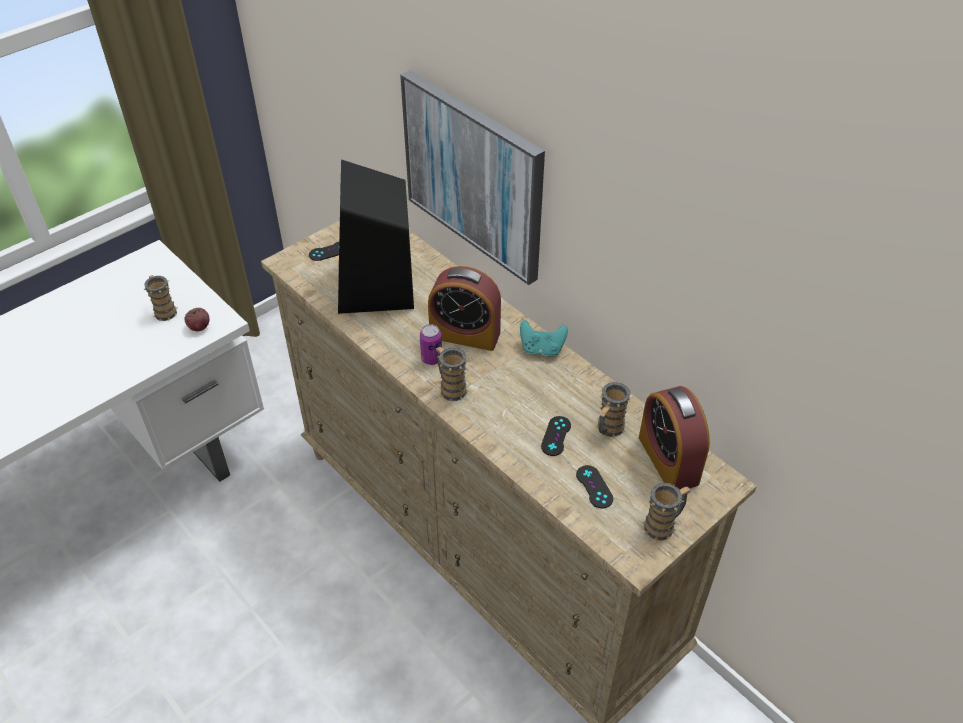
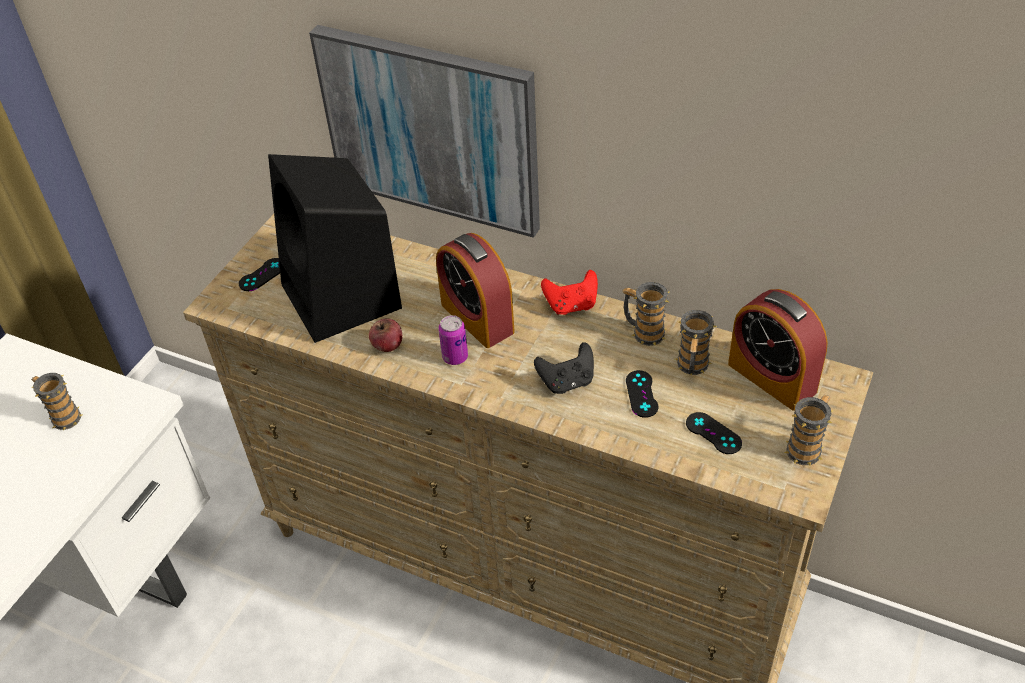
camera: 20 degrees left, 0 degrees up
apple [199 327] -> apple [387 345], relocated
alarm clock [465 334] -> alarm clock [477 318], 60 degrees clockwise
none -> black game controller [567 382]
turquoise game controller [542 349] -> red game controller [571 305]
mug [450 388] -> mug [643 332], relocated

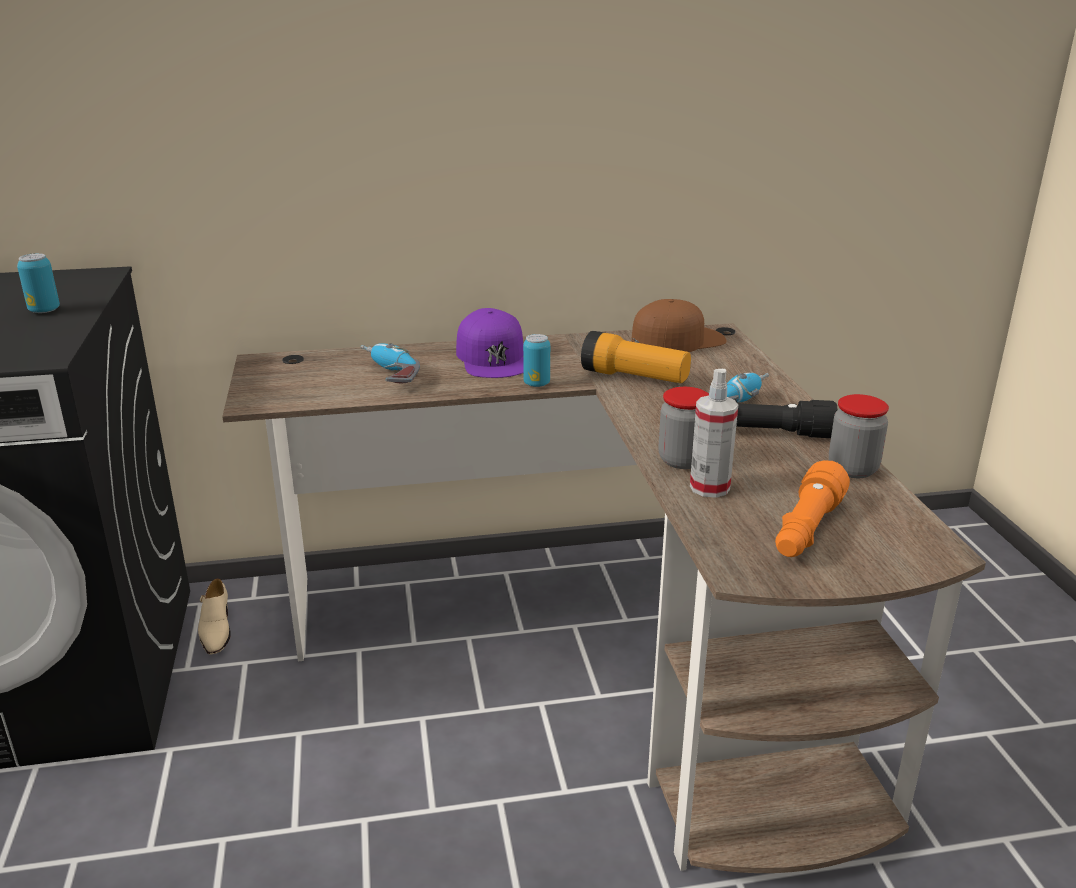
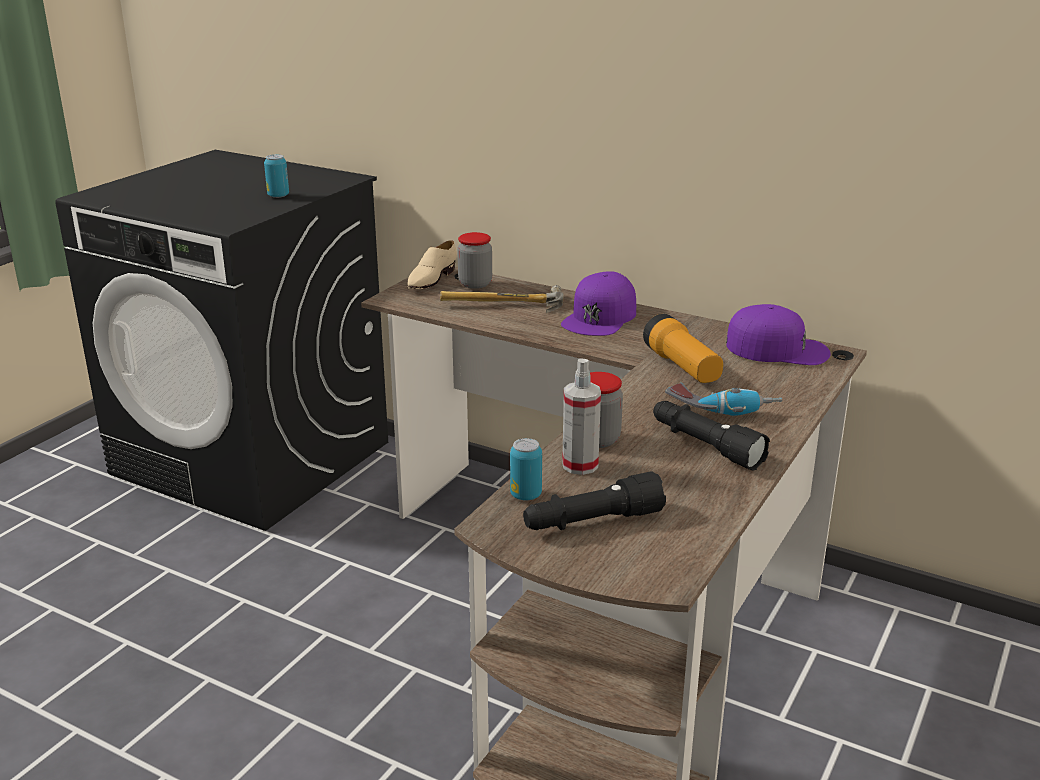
camera: 40 degrees right, 0 degrees up
beige shoe [216 630] -> beige shoe [431 279], relocated
power drill [387 375] -> hammer [503 307]
jar [852 469] -> jar [475 284], relocated
can [536 384] -> can [526 495], relocated
orange flashlight [806 530] -> black flashlight [592 522]
brown cap [677 340] -> purple cap [777 349]

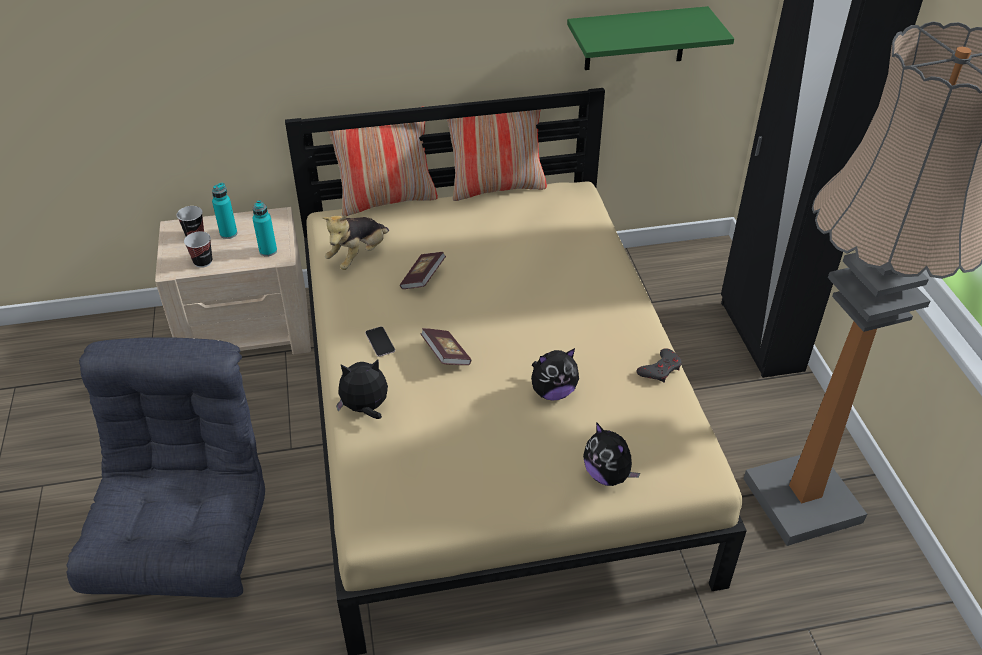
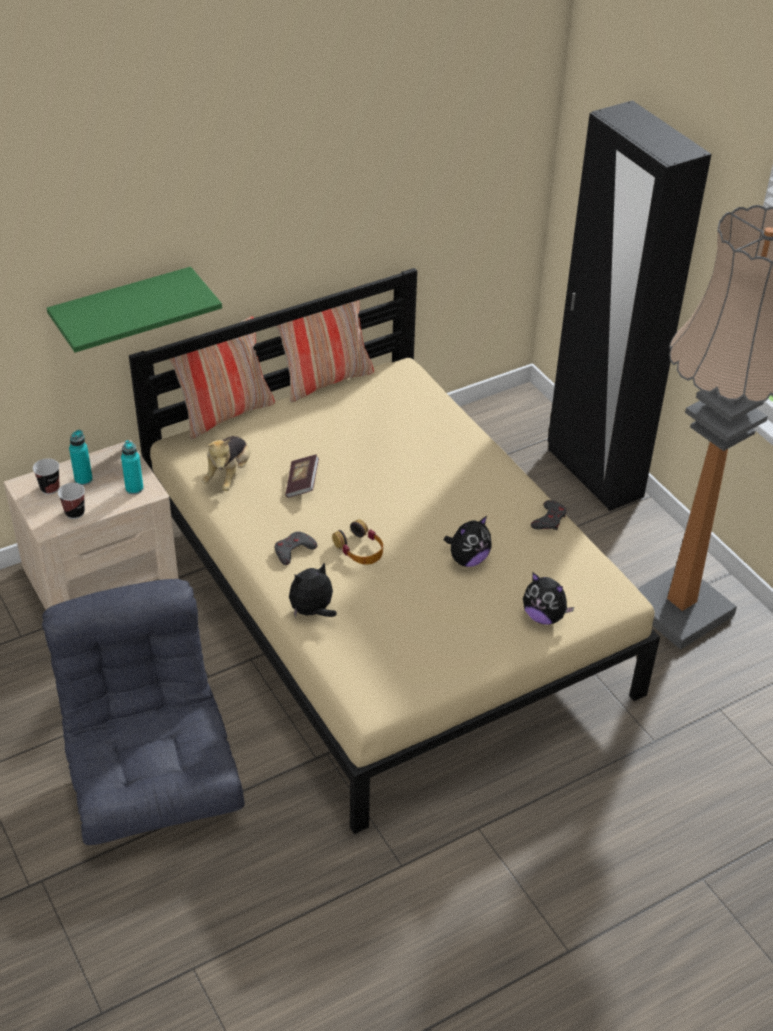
camera: 20 degrees left, 0 degrees up
green shelf [635 39] -> green shelf [123 311], relocated
phone [380 342] -> grey game controller [293 550]
book [446 355] -> headphones [360 549]

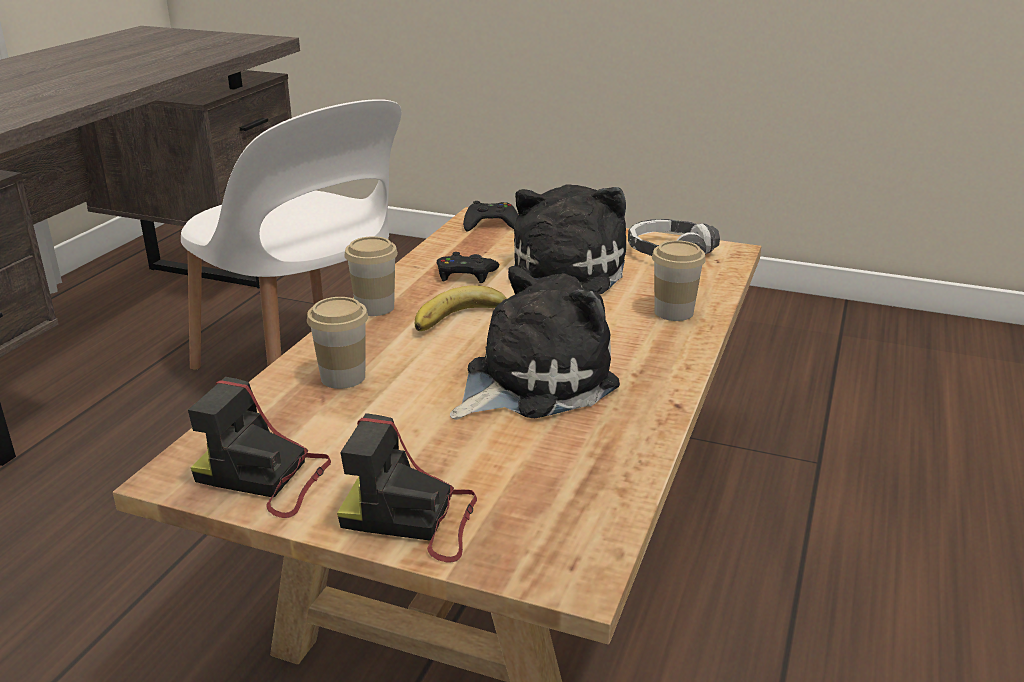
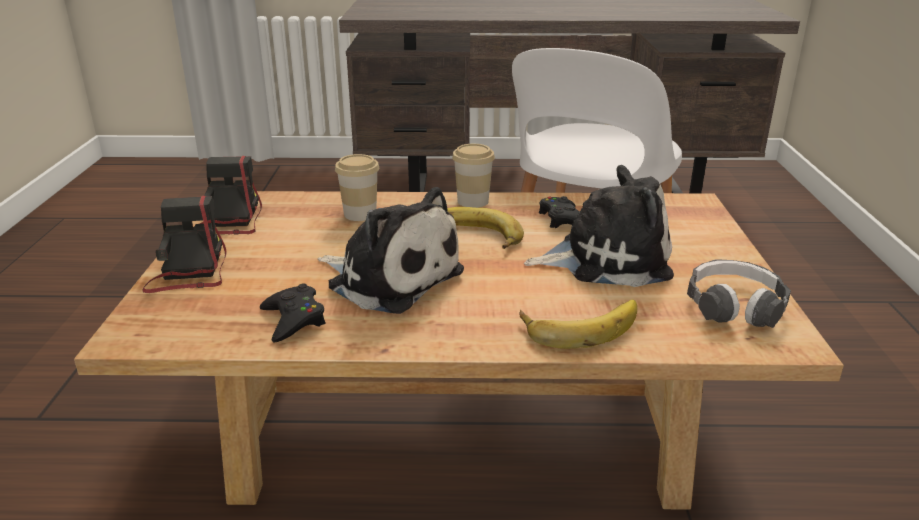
camera: 70 degrees right, 0 degrees up
black game controller [491 224] -> black game controller [293 320], relocated
cup [673 312] -> banana [579 325]

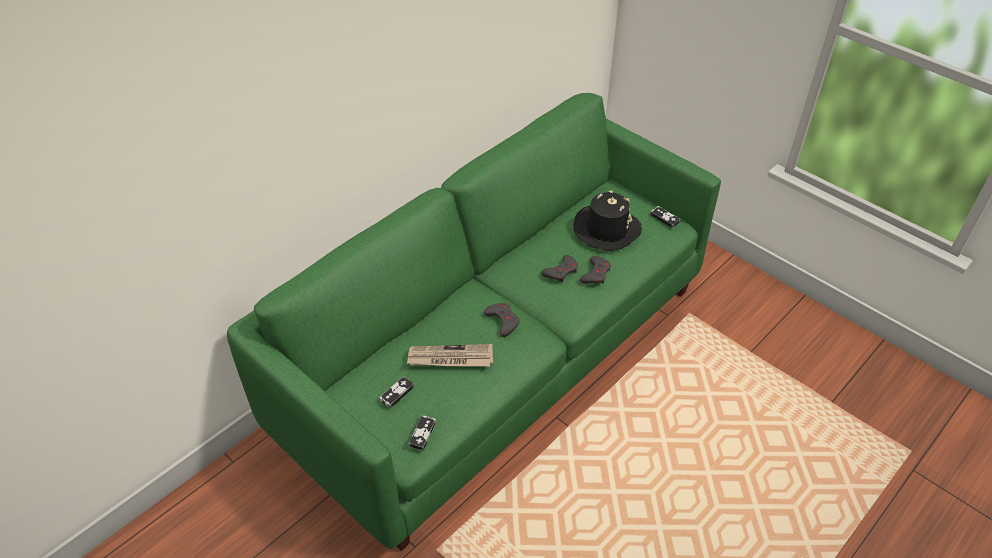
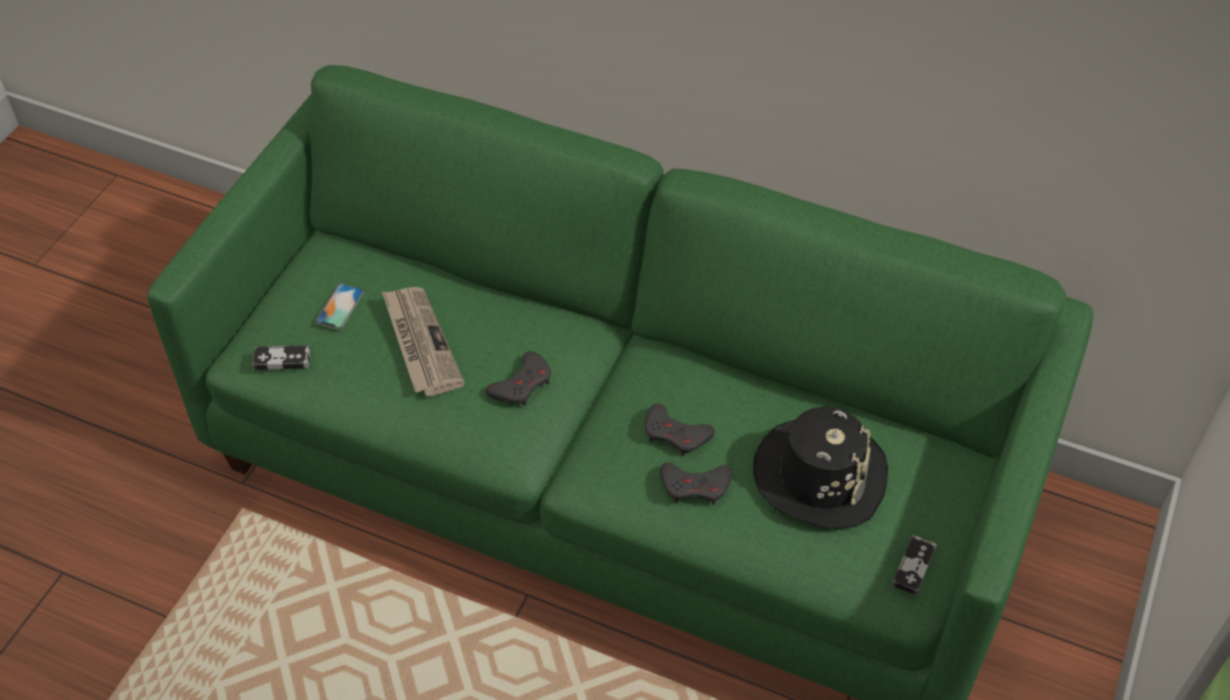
camera: 70 degrees right, 5 degrees up
game controller [397 393] -> phone [340 306]

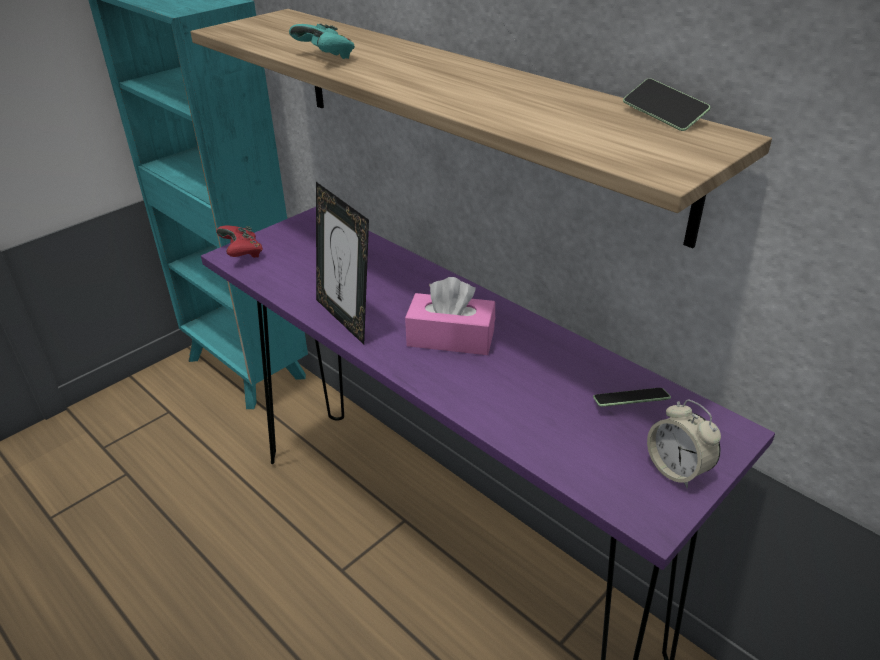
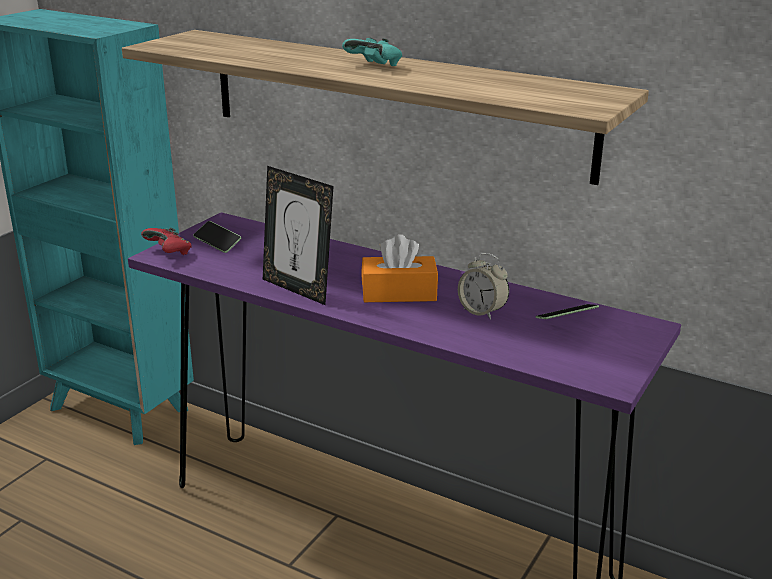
camera: 15 degrees left, 10 degrees down
phone [663 116] -> phone [217 243], relocated
turquoise game controller [326 57] -> turquoise game controller [375 66], relocated
pink tissue box [451 338] -> orange tissue box [399 293]
alarm clock [677 469] -> alarm clock [482 312], relocated

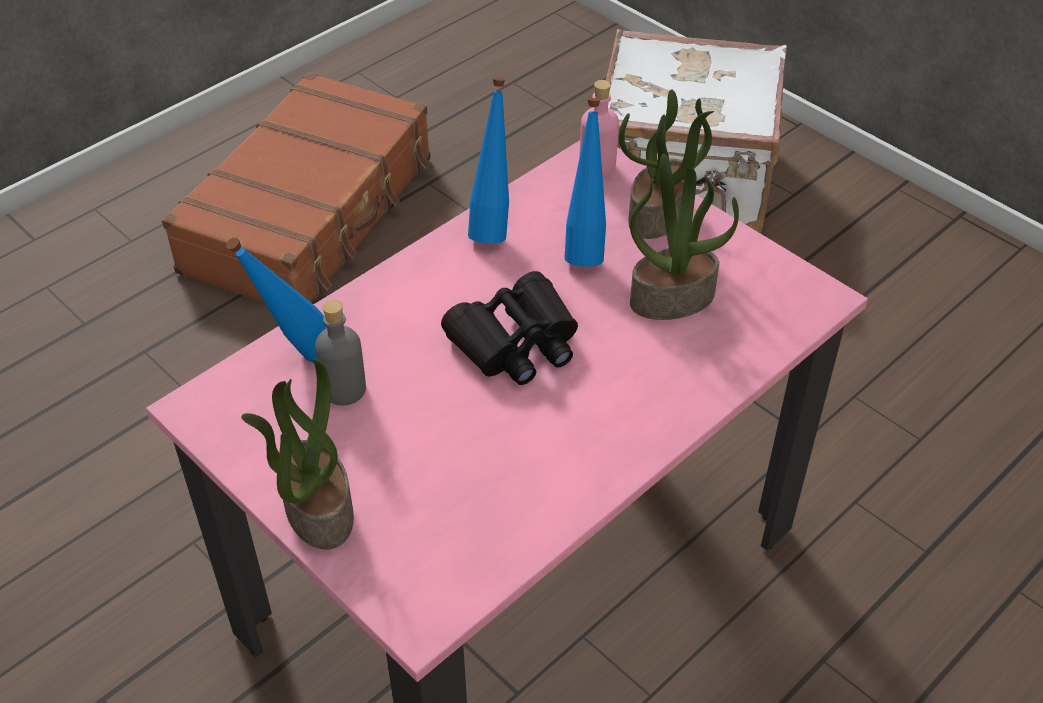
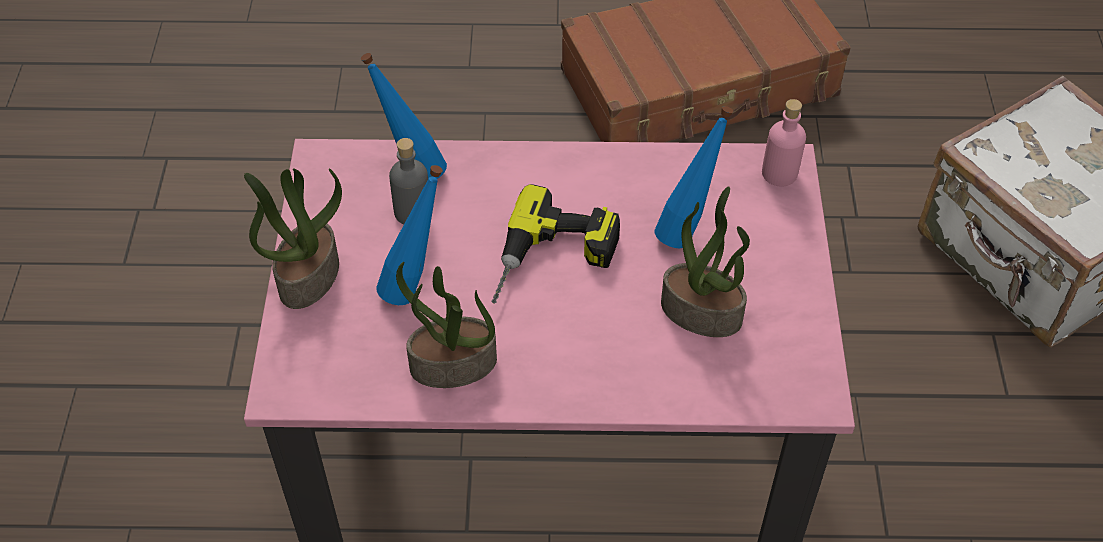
camera: 45 degrees right, 5 degrees up
blue bottle [492 227] -> blue bottle [416 286], relocated
potted plant [659 215] -> potted plant [452 366], relocated
black binoculars [516 343] -> power drill [553 262]

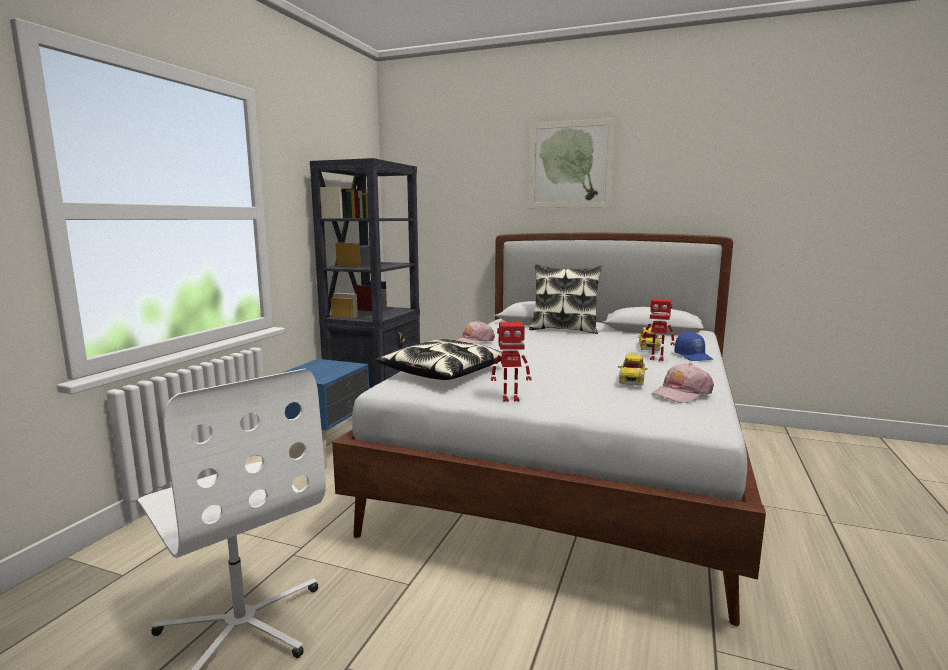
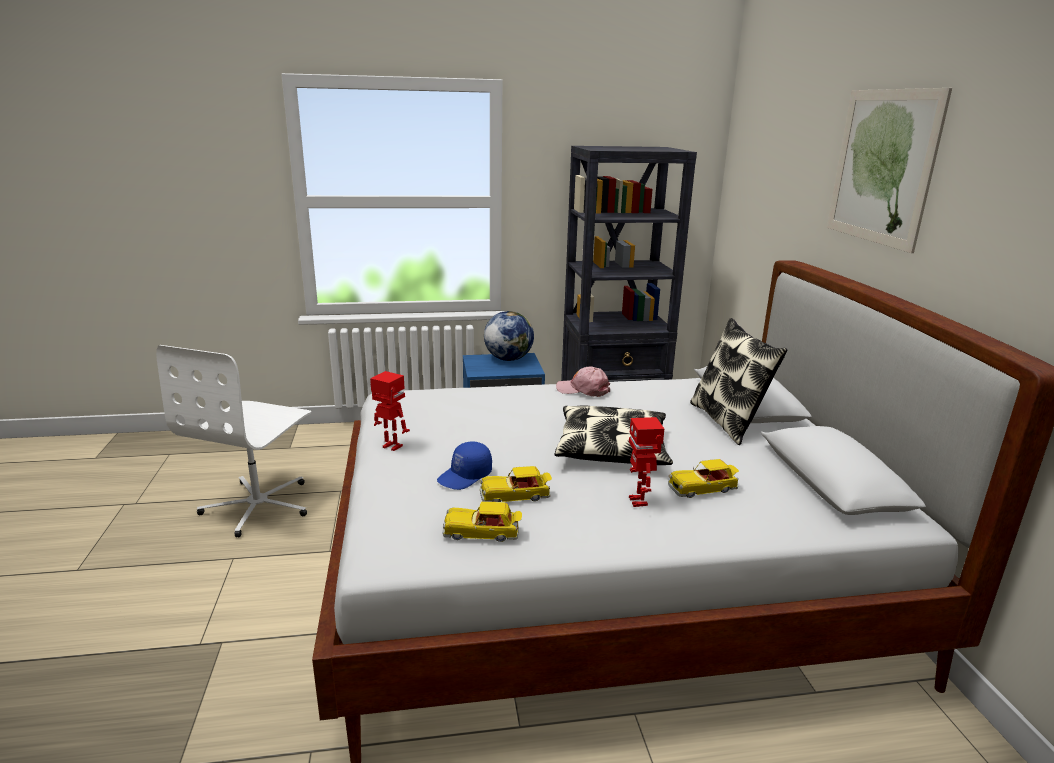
camera: 60 degrees right, 10 degrees up
toy robot [510 399] -> toy robot [391 447], 150 degrees clockwise
blue cap [693 356] -> blue cap [465 476], relocated
pink cap [681 393] -> toy car [483 532]
none -> globe [508 359]
pillow [443 372] -> pillow [612 448], relocated

